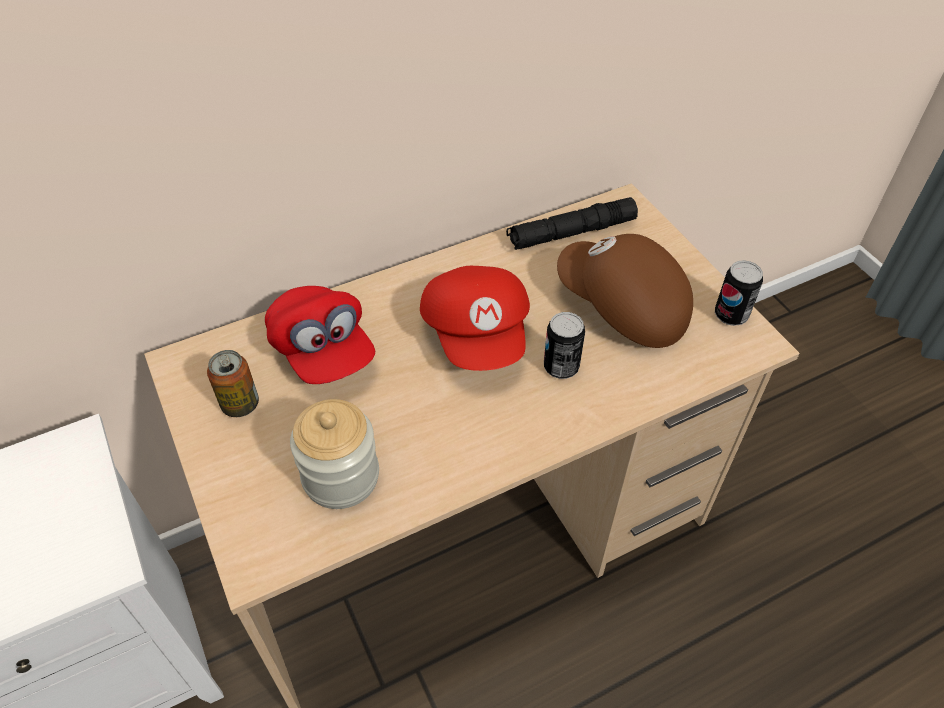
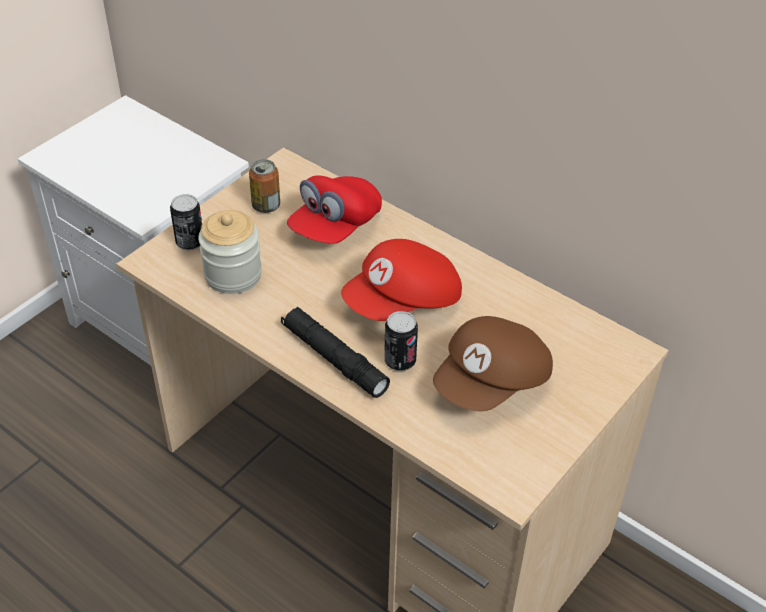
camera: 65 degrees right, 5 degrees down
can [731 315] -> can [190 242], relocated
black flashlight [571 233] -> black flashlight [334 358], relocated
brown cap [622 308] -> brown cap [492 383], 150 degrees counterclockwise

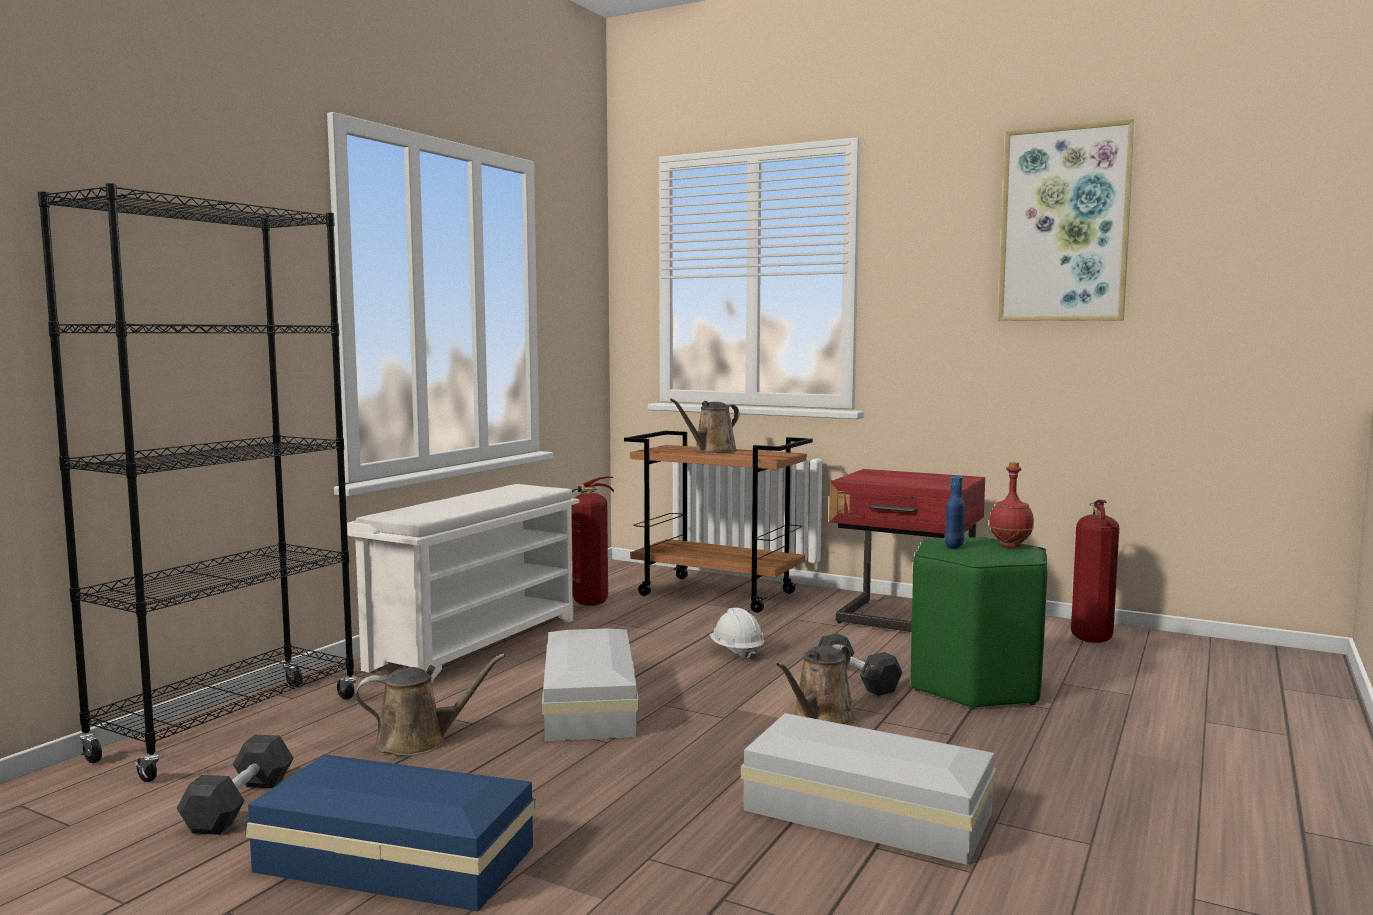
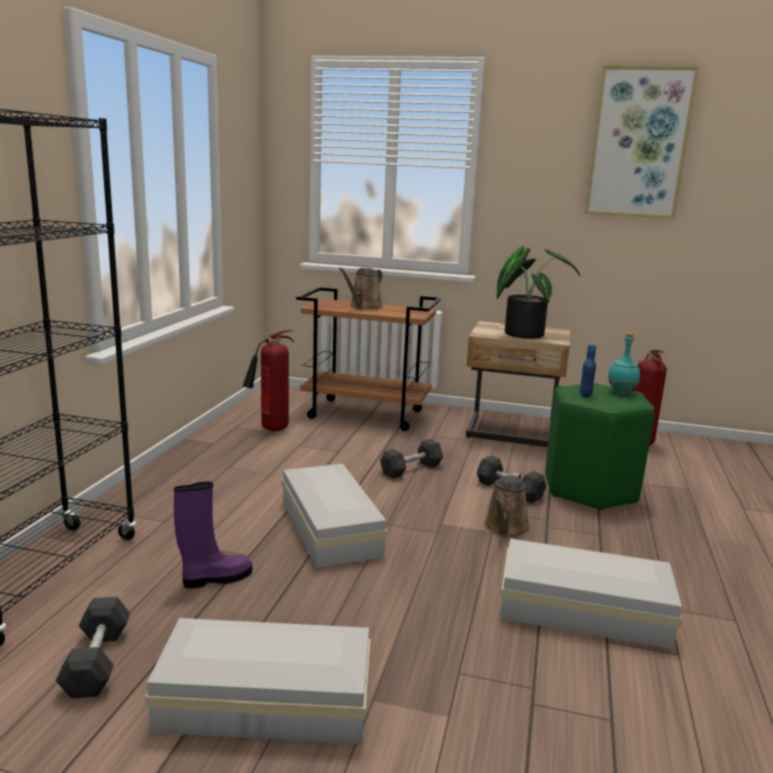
camera: 15 degrees left, 10 degrees up
blue storage box [394 856] -> white storage box [262 699]
brown watering can [419 741] -> purple boot [215 578]
white hard hat [736 652] -> grey dumbbell [411 469]
red nightstand [904 621] -> beige nightstand [511 433]
none -> potted plant [524 333]
red bottle [1010 546] -> turquoise bottle [621 392]
white shoe rack [476 643] -> none

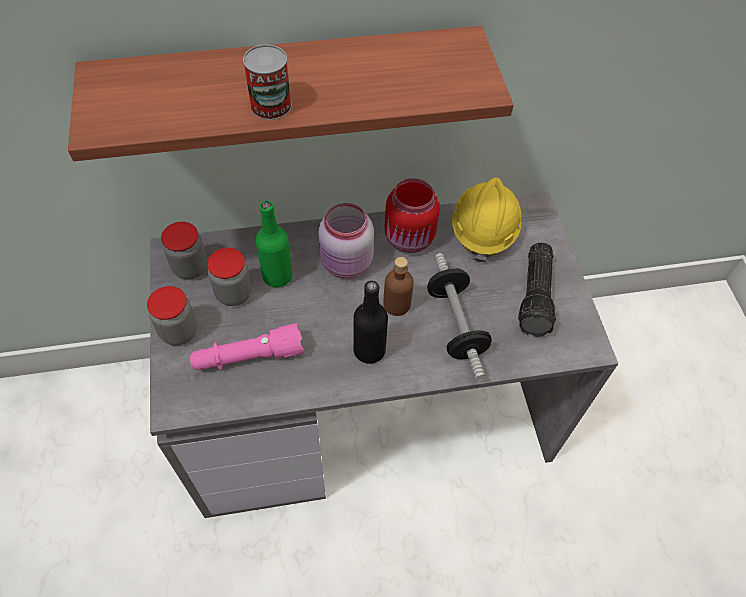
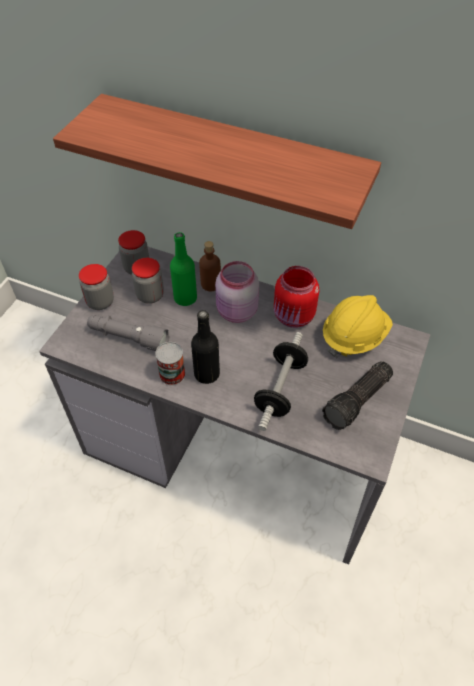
camera: 35 degrees right, 5 degrees down
pink flashlight [248 357] -> grey flashlight [128 338]
can [271 105] -> can [172 374], relocated
brown bottle [397 304] -> brown bottle [211 284], relocated

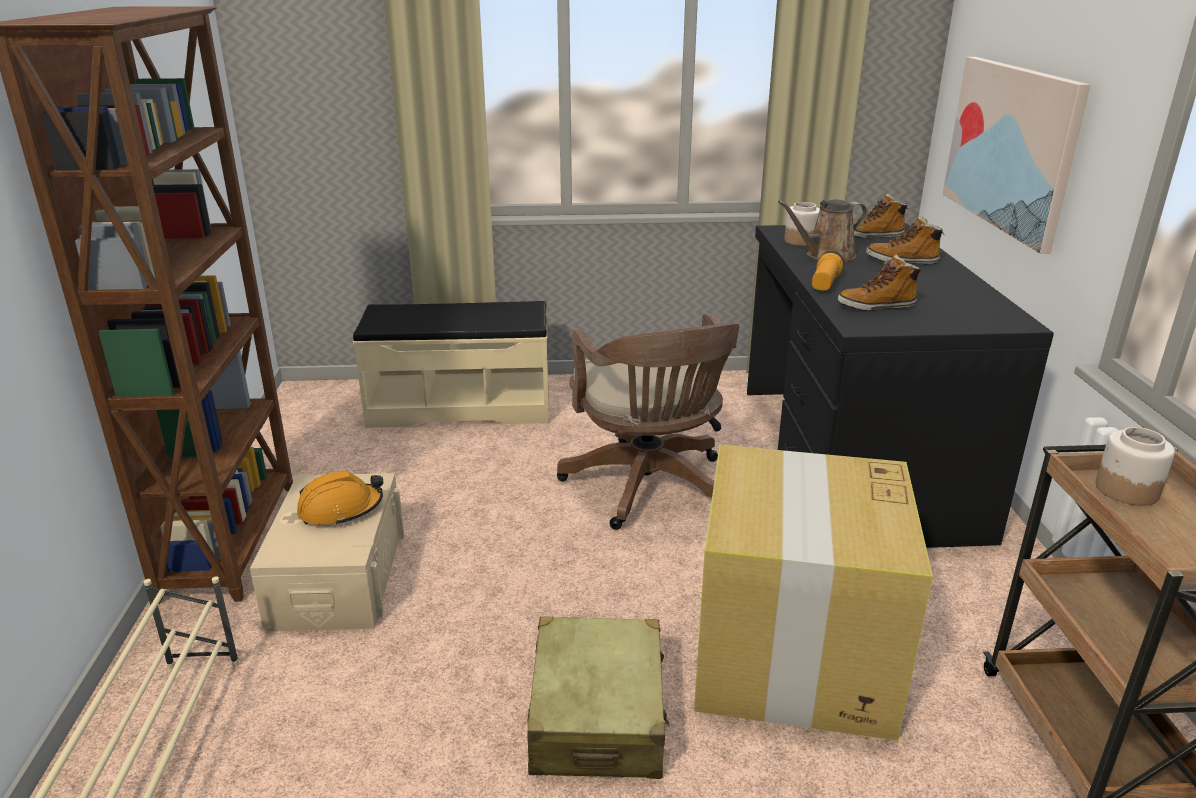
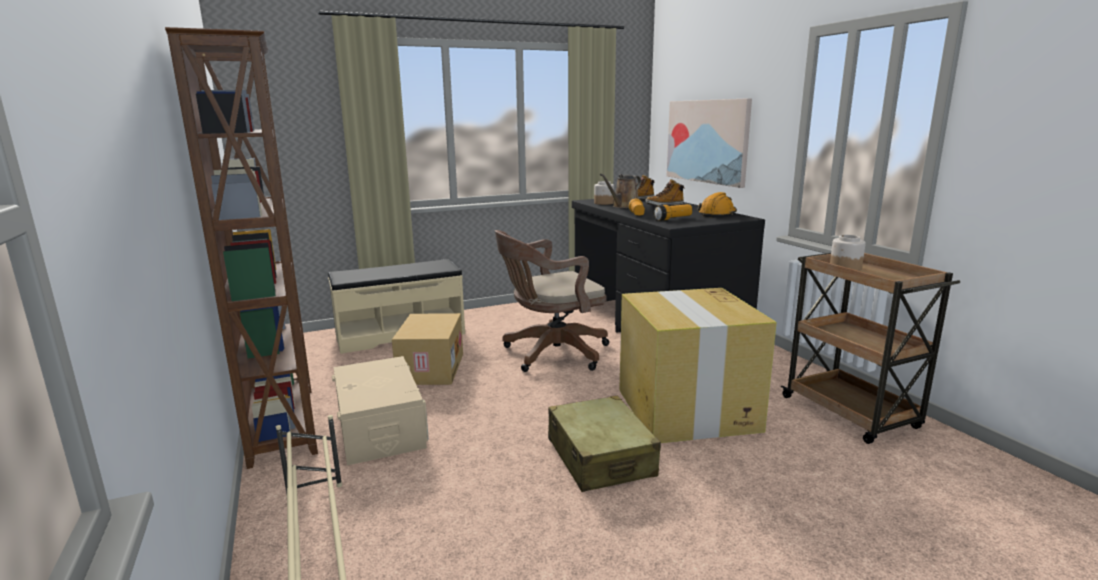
camera: 20 degrees left, 10 degrees down
none -> cardboard box [430 368]
brown office chair [649 489] -> brown office chair [551 354], 105 degrees clockwise
boot [876 306] -> flashlight [672 219]
orange hard hat [341 509] -> orange hard hat [717 214], relocated

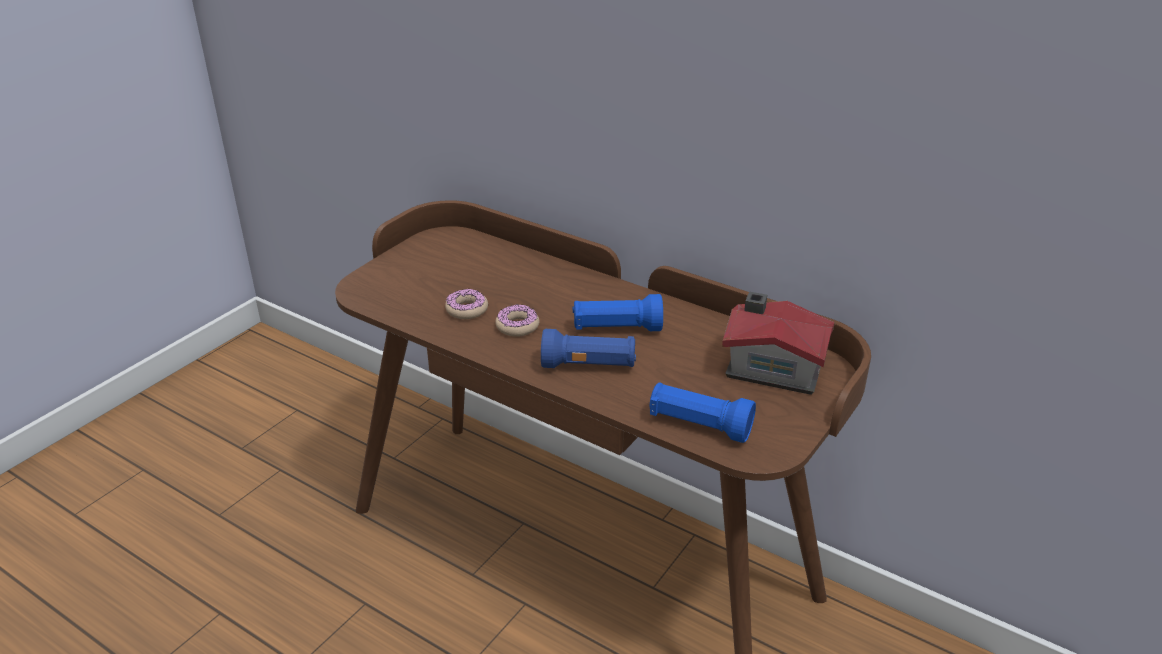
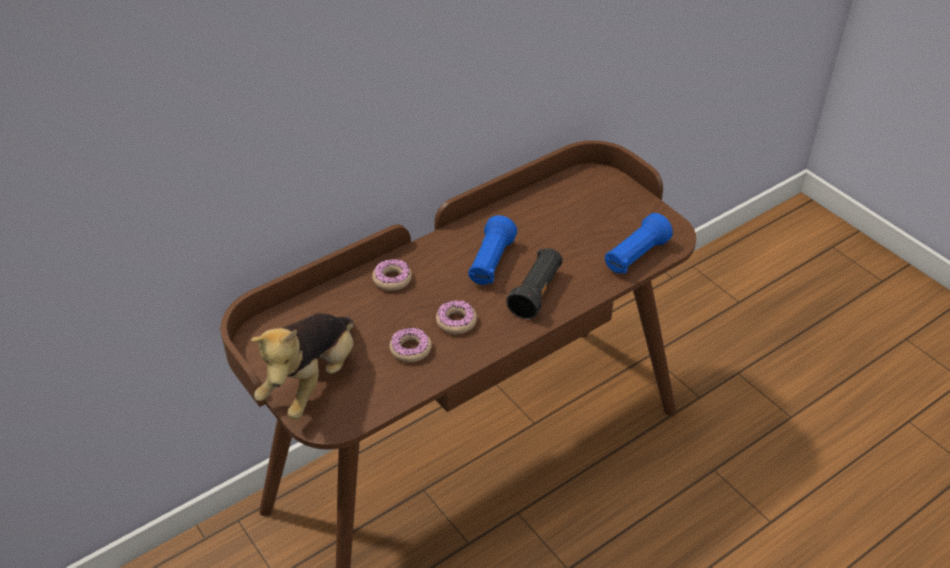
camera: 70 degrees left, 10 degrees up
none -> plush toy [312 381]
none -> donut [392 279]
blue flashlight [589 366] -> black flashlight [536 293]
toy house [772 367] -> none

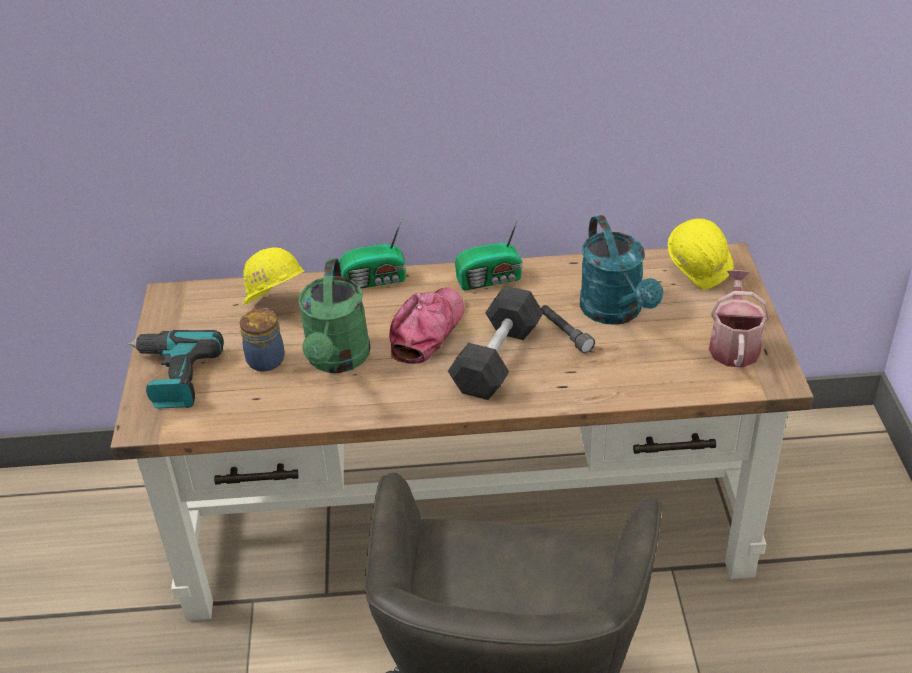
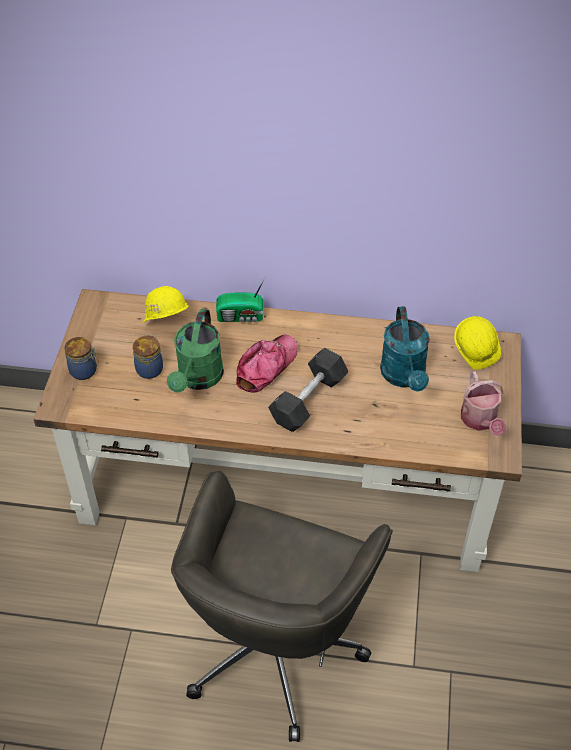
camera: 10 degrees right, 10 degrees up
power drill [173 377] -> jar [84 371]
watering can [734 345] -> watering can [480 421], 150 degrees clockwise
radio [491 280] -> none
grey flashlight [565 333] -> none

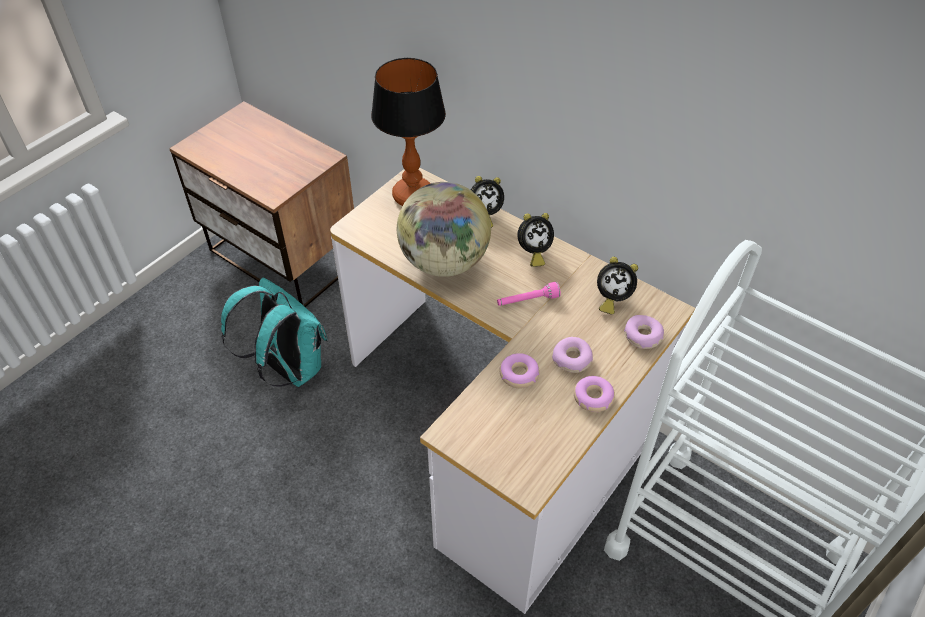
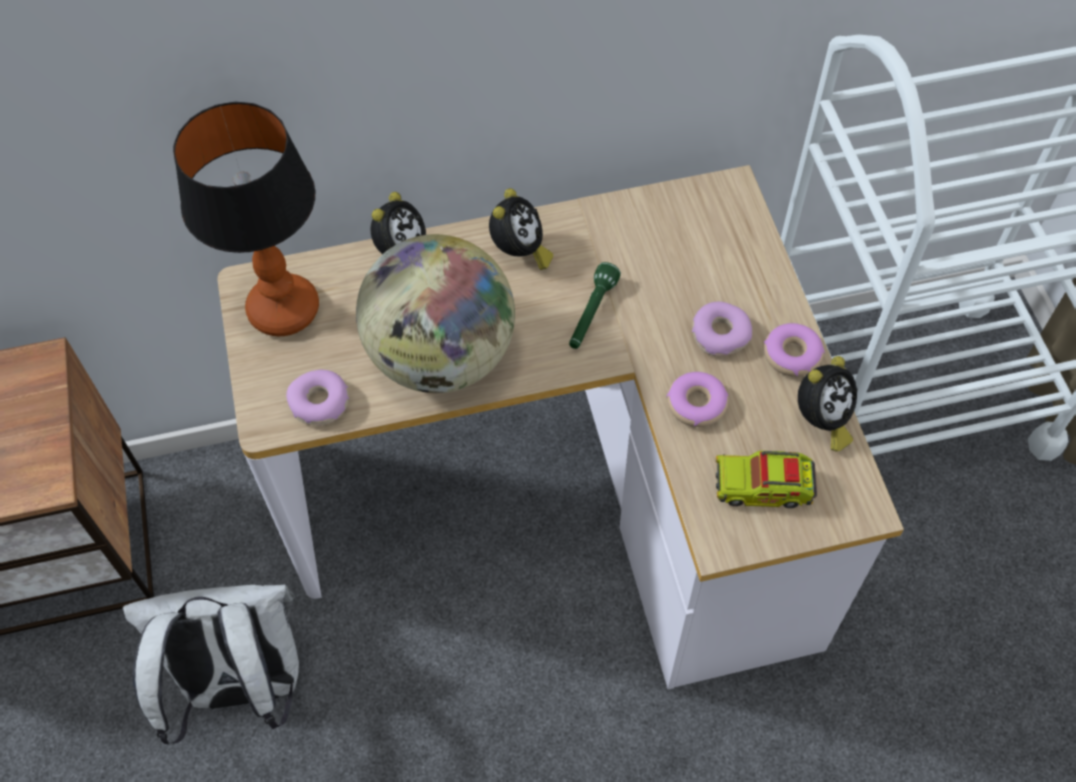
camera: 50 degrees left, 10 degrees up
turquoise backpack [288 368] -> white backpack [241 685]
donut [642 336] -> donut [320 403], relocated
pink flashlight [527 301] -> green flashlight [591 314]
none -> toy truck [763 487]
alarm clock [611 299] -> alarm clock [821 421], relocated

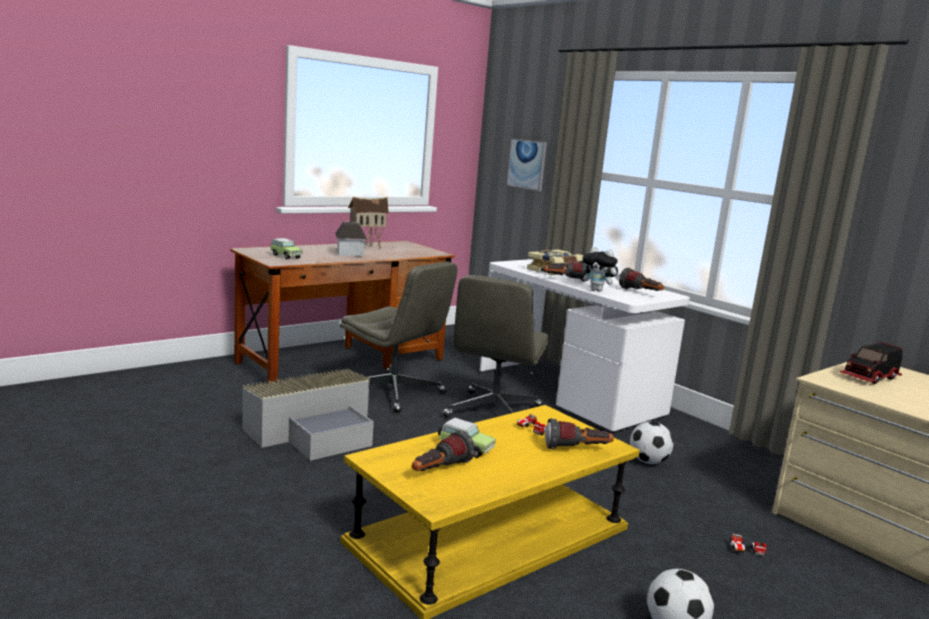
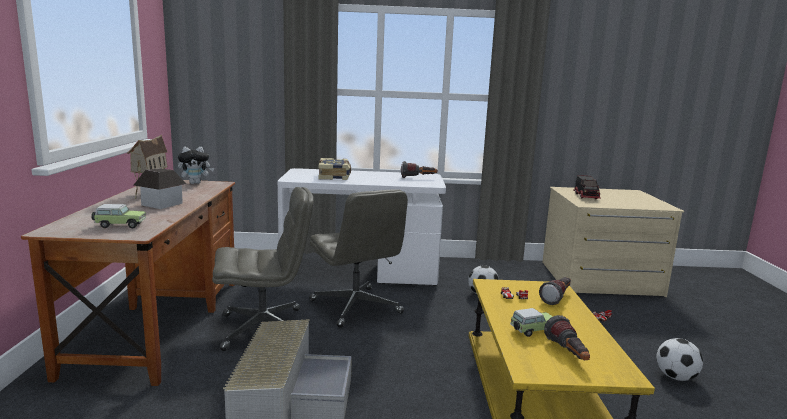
camera: 50 degrees left, 0 degrees up
plush toy [598 290] -> plush toy [196 183], relocated
picture [527 164] -> none
flashlight [565 280] -> none

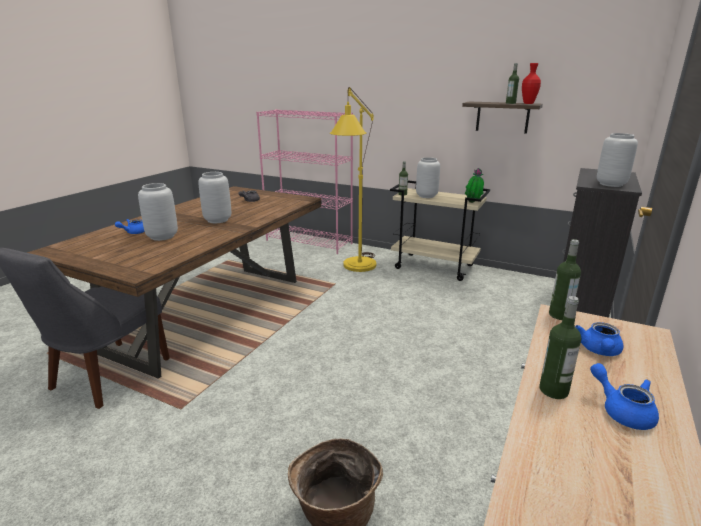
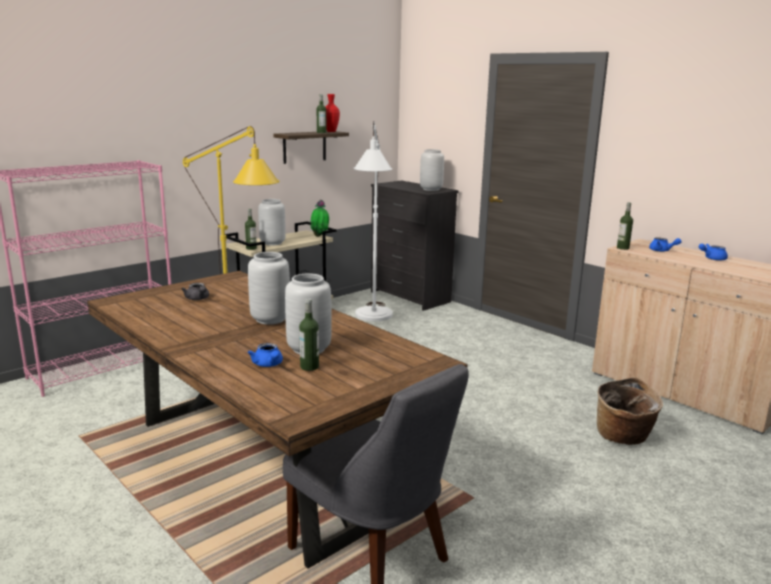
camera: 70 degrees left, 5 degrees down
bottle [553 390] -> bottle [309 367], relocated
none -> white floor lamp [373 318]

